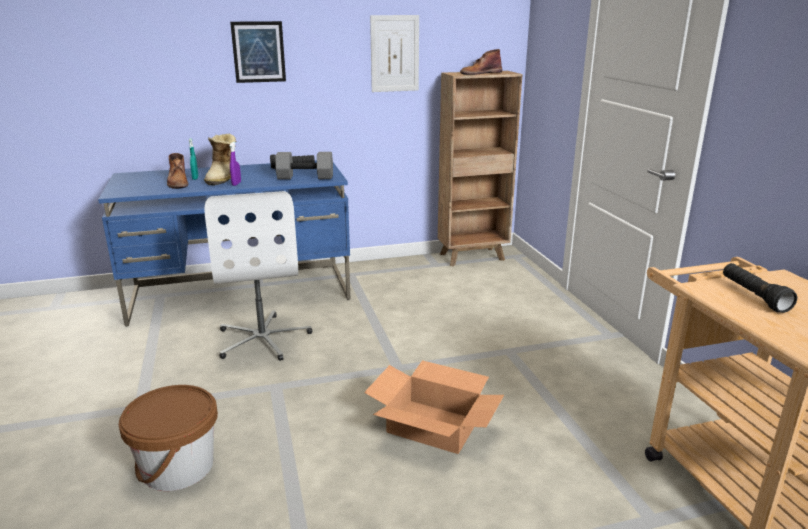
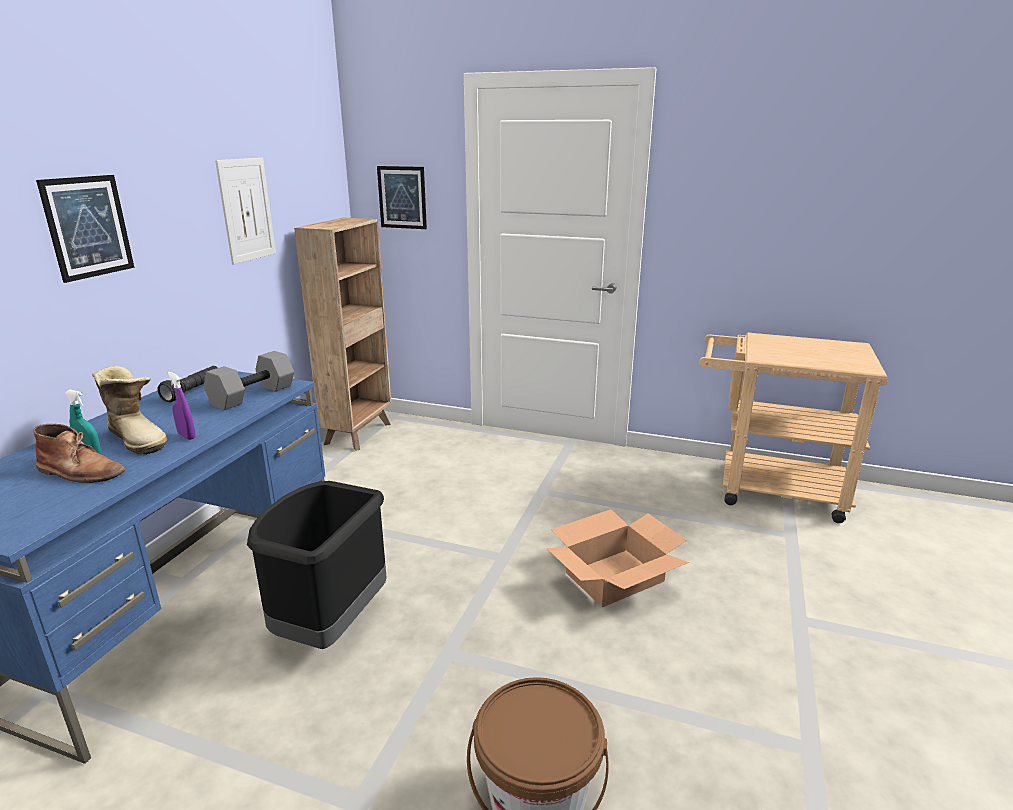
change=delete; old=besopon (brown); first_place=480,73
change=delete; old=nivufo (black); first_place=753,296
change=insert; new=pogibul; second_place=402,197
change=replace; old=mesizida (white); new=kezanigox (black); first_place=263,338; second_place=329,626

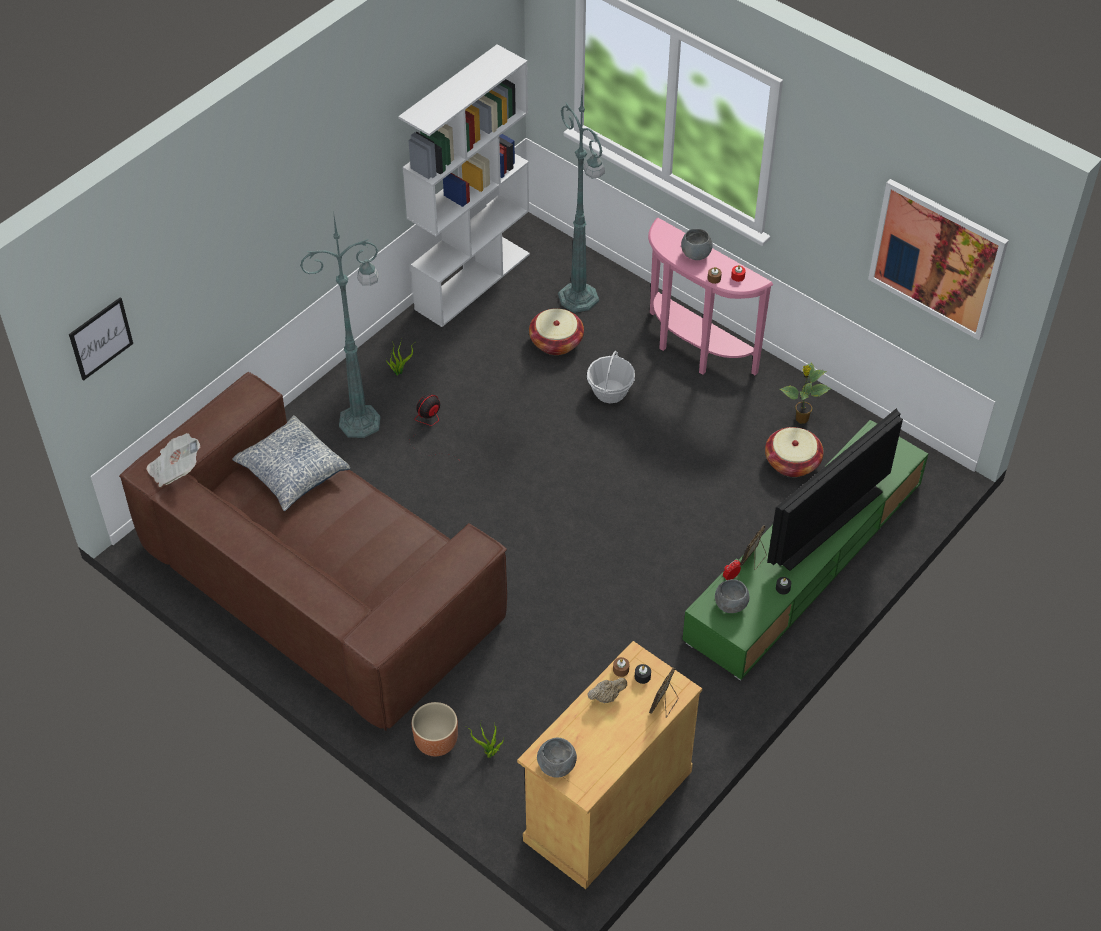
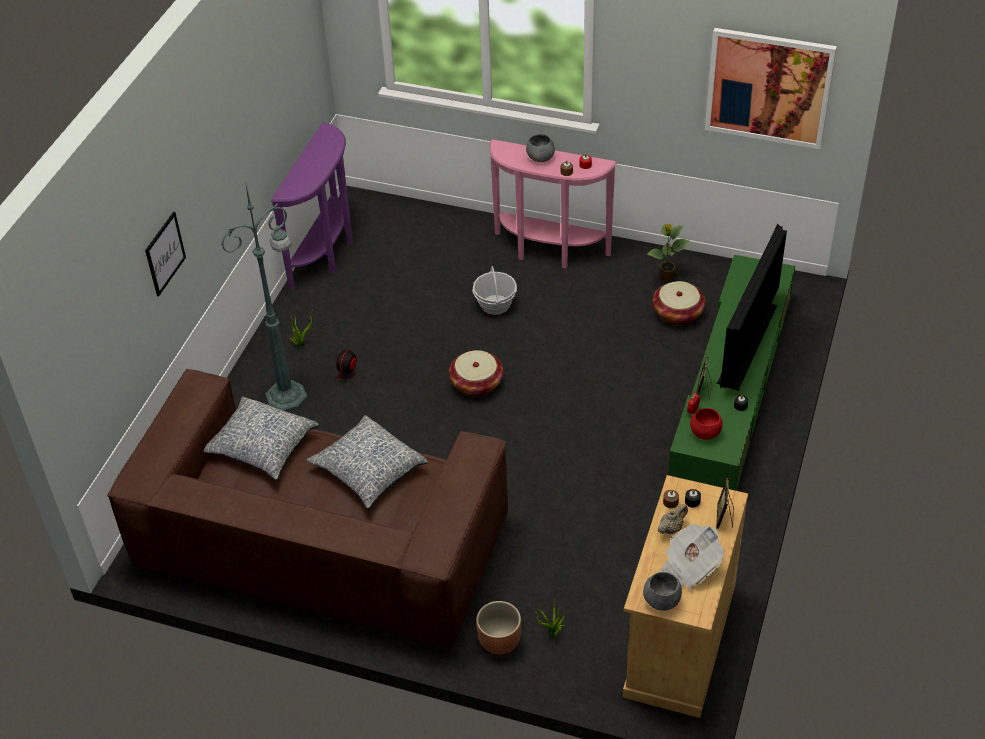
change=delete; old=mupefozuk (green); first_place=579,299
change=insert; new=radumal; second_place=368,470
change=move; old=pogibul; first_place=101,338; second_place=165,253
change=move; old=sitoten; first_place=175,469; second_place=689,566
change=move; old=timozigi; first_place=556,342; second_place=476,383
change=replace; old=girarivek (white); new=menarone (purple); first_place=472,281; second_place=327,253
change=recolor; old=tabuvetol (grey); new=tabuvetol (red); first_place=730,604; second_place=705,433

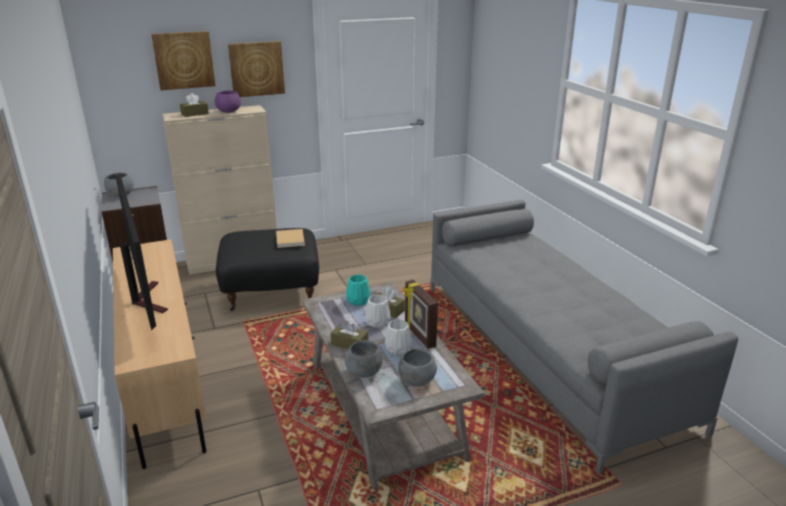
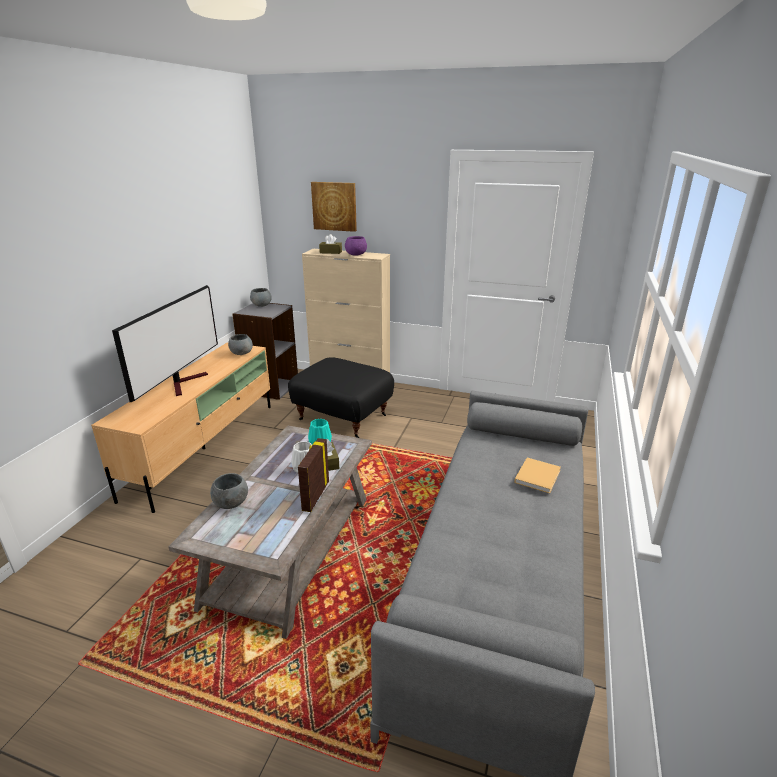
change=delete; old=pogibul; first_place=256,69
change=delete; old=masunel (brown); first_place=349,344
change=delete; old=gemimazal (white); first_place=399,349
change=move; old=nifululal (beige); first_place=290,239; second_place=538,476
change=move; old=tabuvetol (grey); first_place=416,381; second_place=241,353

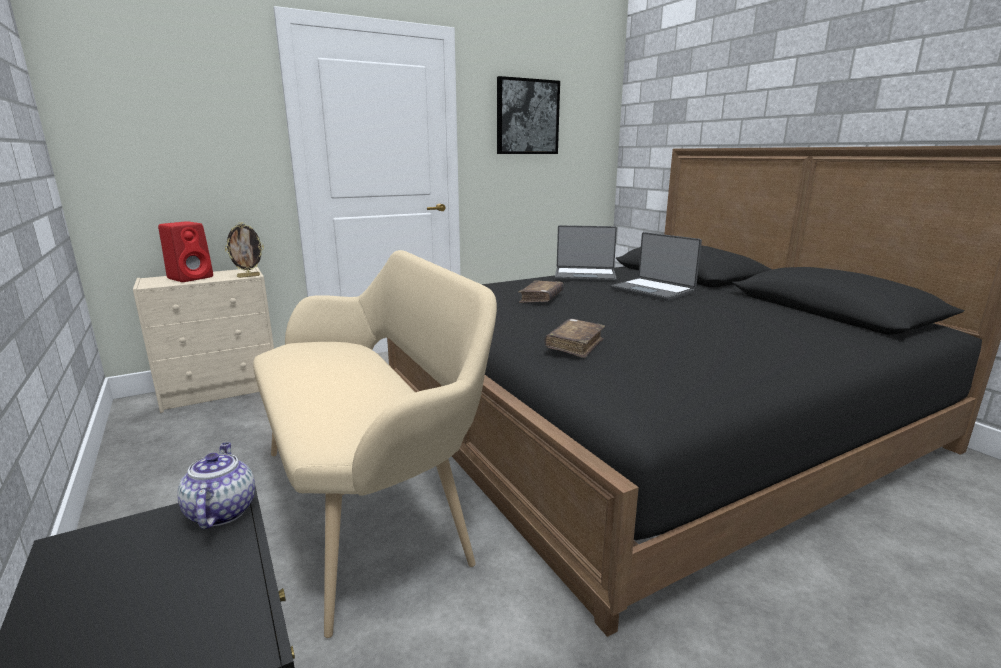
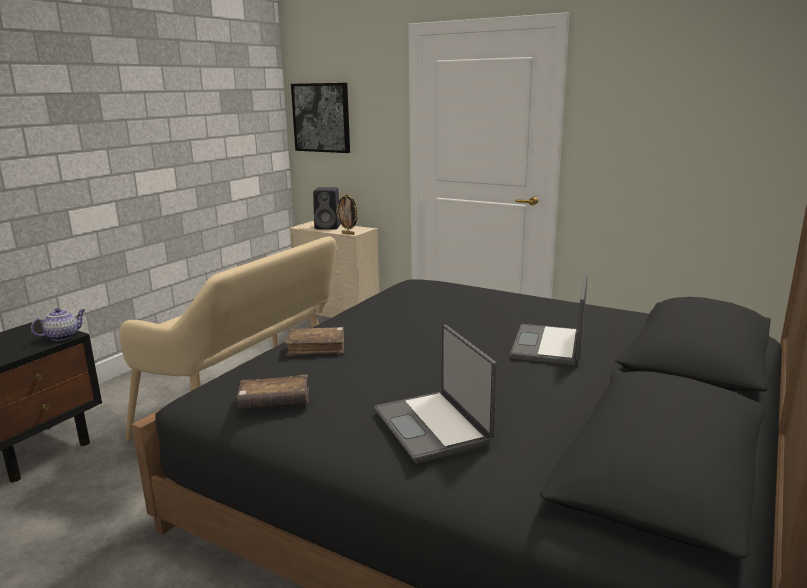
change=move; old=pogibul; first_place=527,117; second_place=321,117
change=move; old=nifululal (brown); first_place=541,298; second_place=274,401
change=move; old=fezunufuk; first_place=585,276; second_place=433,427
change=recolor; old=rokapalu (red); new=rokapalu (black); first_place=191,277; second_place=328,227

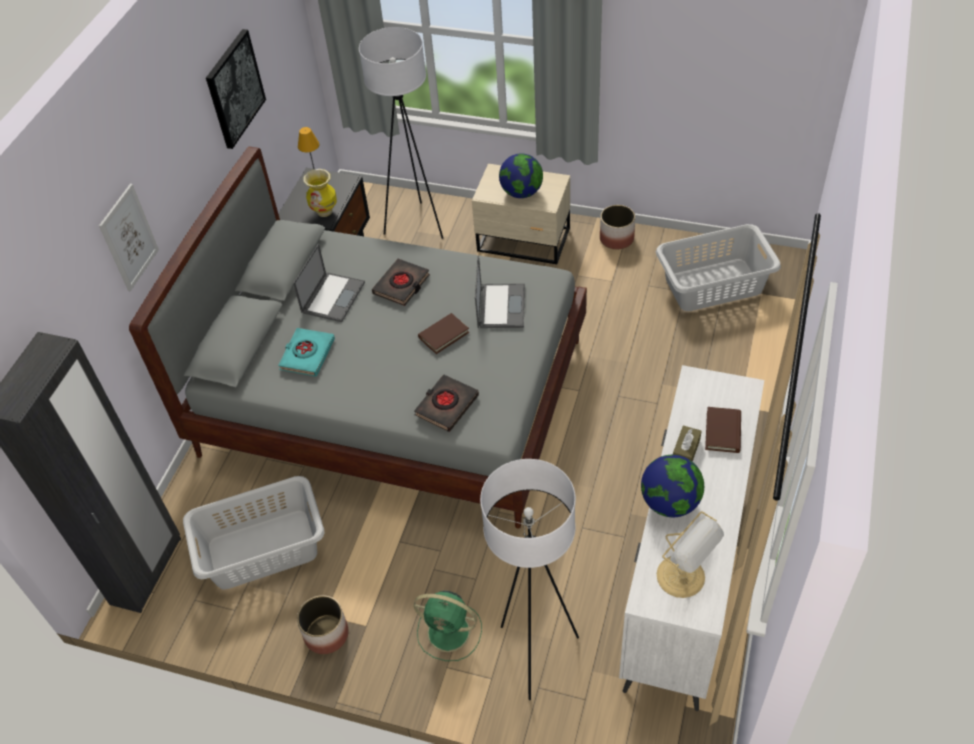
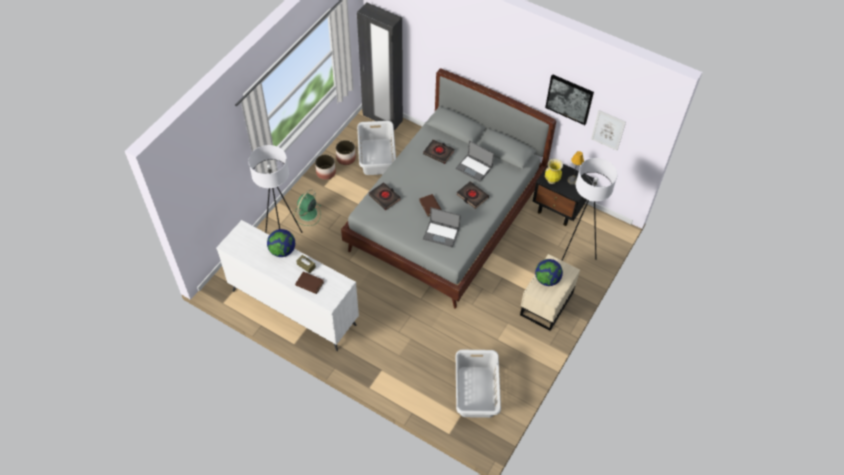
change=delete; old=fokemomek; first_place=683,577
change=move; old=pogibul; first_place=129,238; second_place=608,130
change=move; old=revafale; first_place=616,239; second_place=346,158
change=recolor; old=nifululal (turquoise); new=nifululal (black); first_place=307,355; second_place=438,153

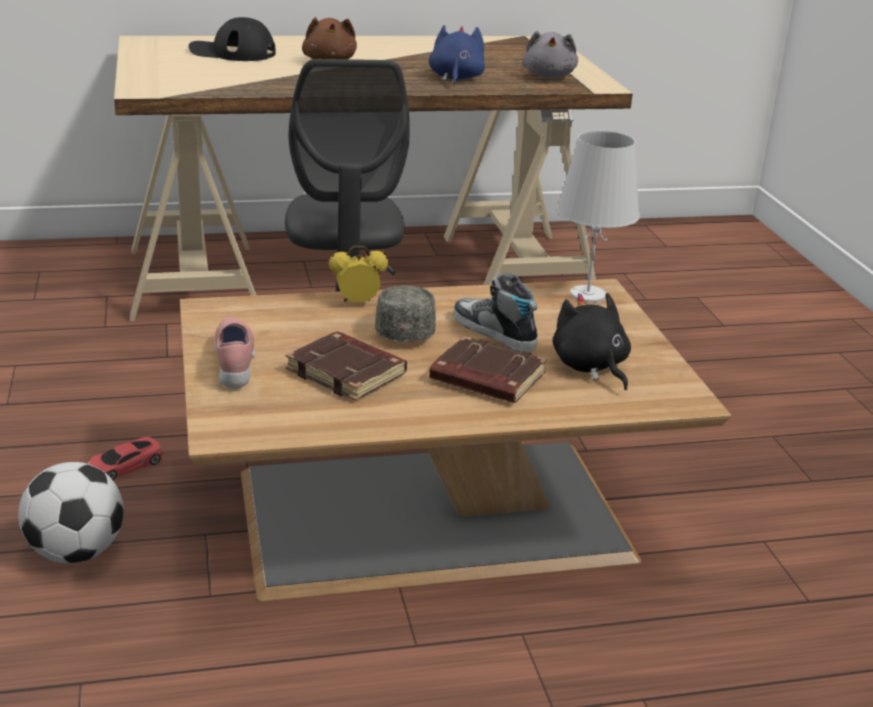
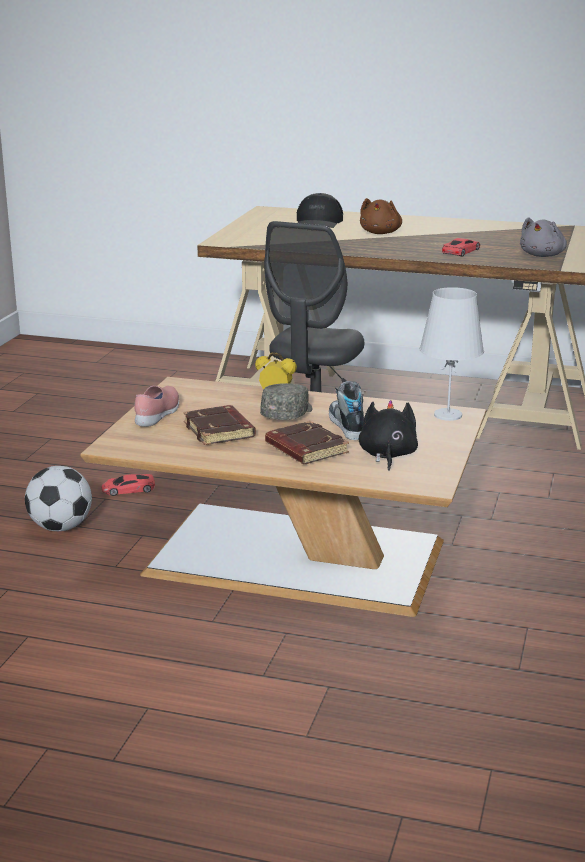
change=replace; old=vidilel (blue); new=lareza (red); first_place=455,78; second_place=461,251
change=rotate; old=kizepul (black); first_place=232,53; second_place=318,222; degrees=-120

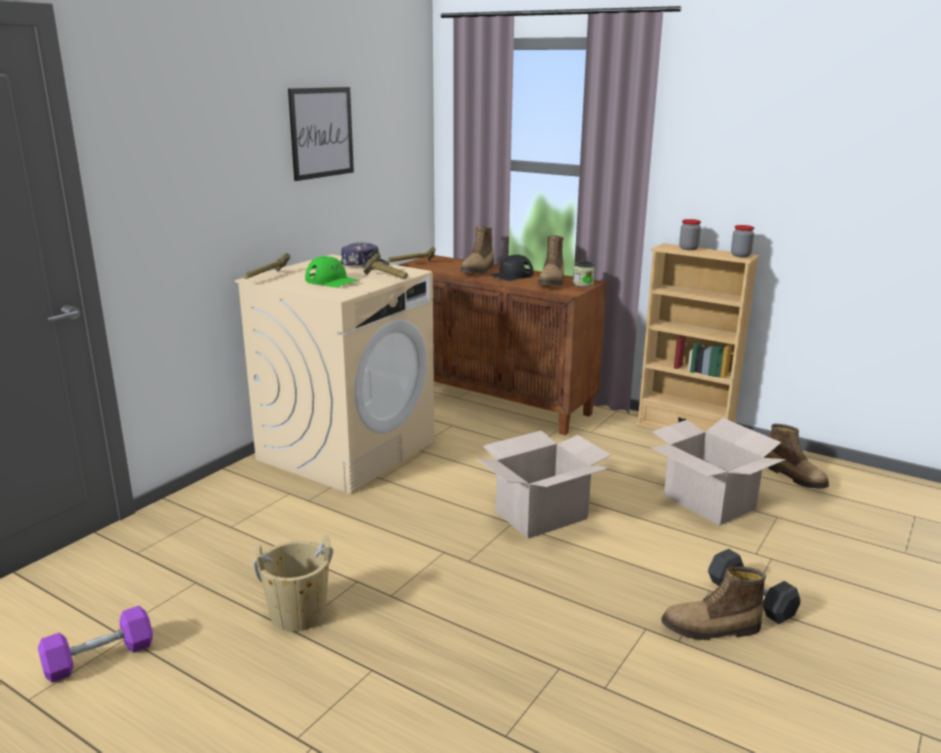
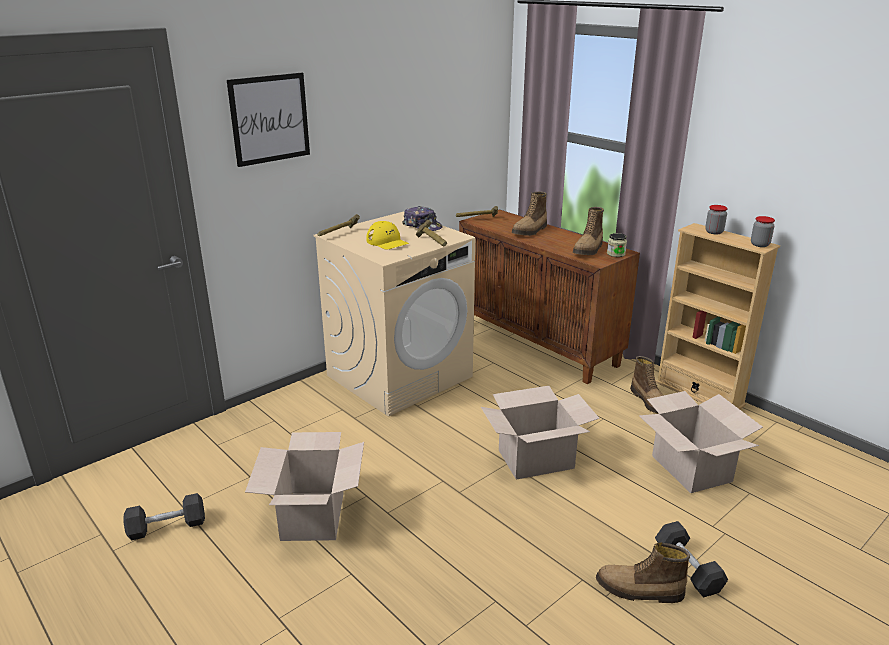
change=delete; old=kizepul (black); first_place=511,275
change=move; old=pogibul; first_place=321,132; second_place=270,119
change=move; old=besopon; first_place=795,477; second_place=649,401
change=replace; old=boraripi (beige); new=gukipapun; first_place=298,614; second_place=313,516
change=recolor; old=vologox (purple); new=vologox (black); first_place=99,658; second_place=167,527
change=recolor; old=kizepul (green); new=kizepul (yellow); first_place=332,281; second_place=387,242

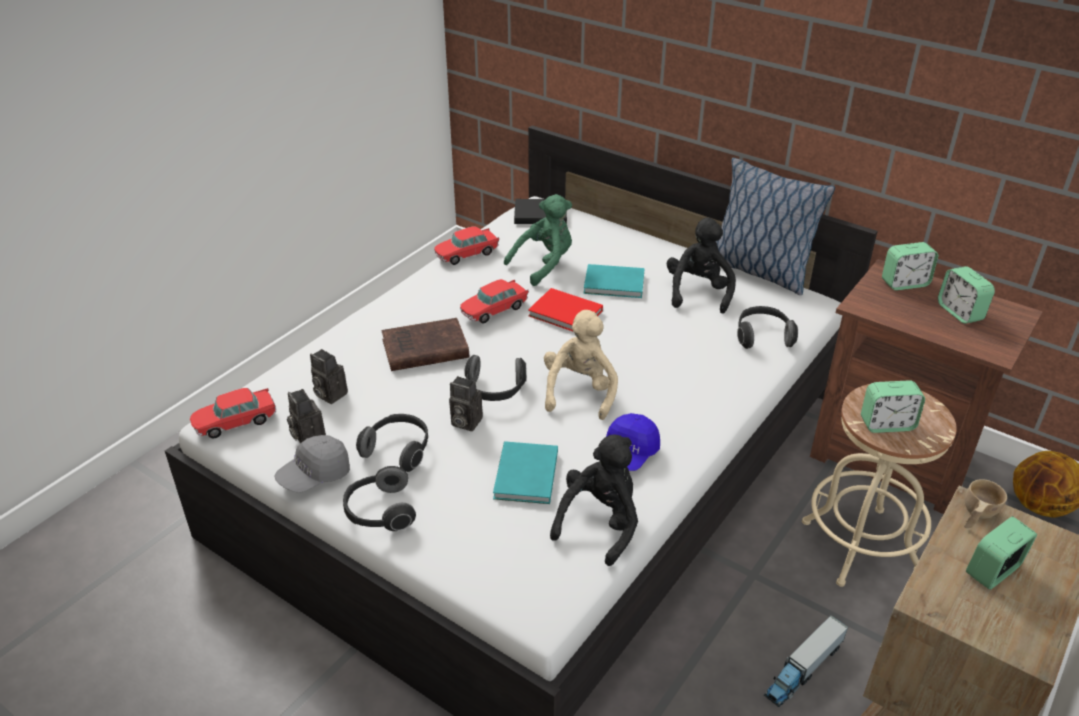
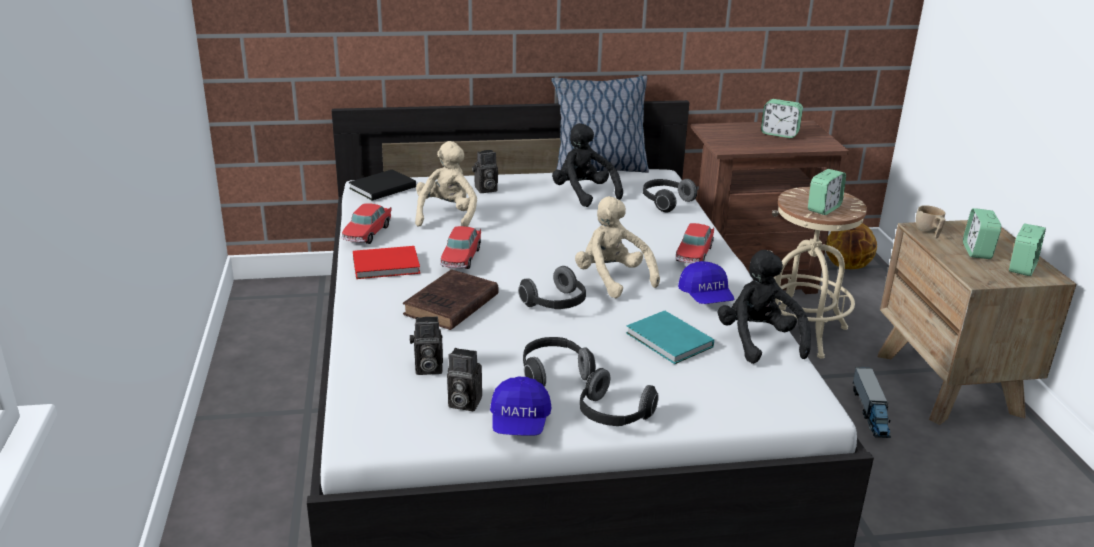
change=delete; old=nifululal (turquoise); first_place=615,284
change=move; old=lareza; first_place=235,422; second_place=694,254
change=move; old=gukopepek; first_place=464,422; second_place=485,189
change=move; old=nifululal (red); first_place=566,314; second_place=388,266
change=move; old=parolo; first_place=904,283; second_place=1022,268
change=recolor; old=kizepul (grey); new=kizepul (blue); first_place=315,475; second_place=519,423
change=recolor; old=vidilel (green); new=vidilel (beige); first_place=544,264; second_place=447,216

